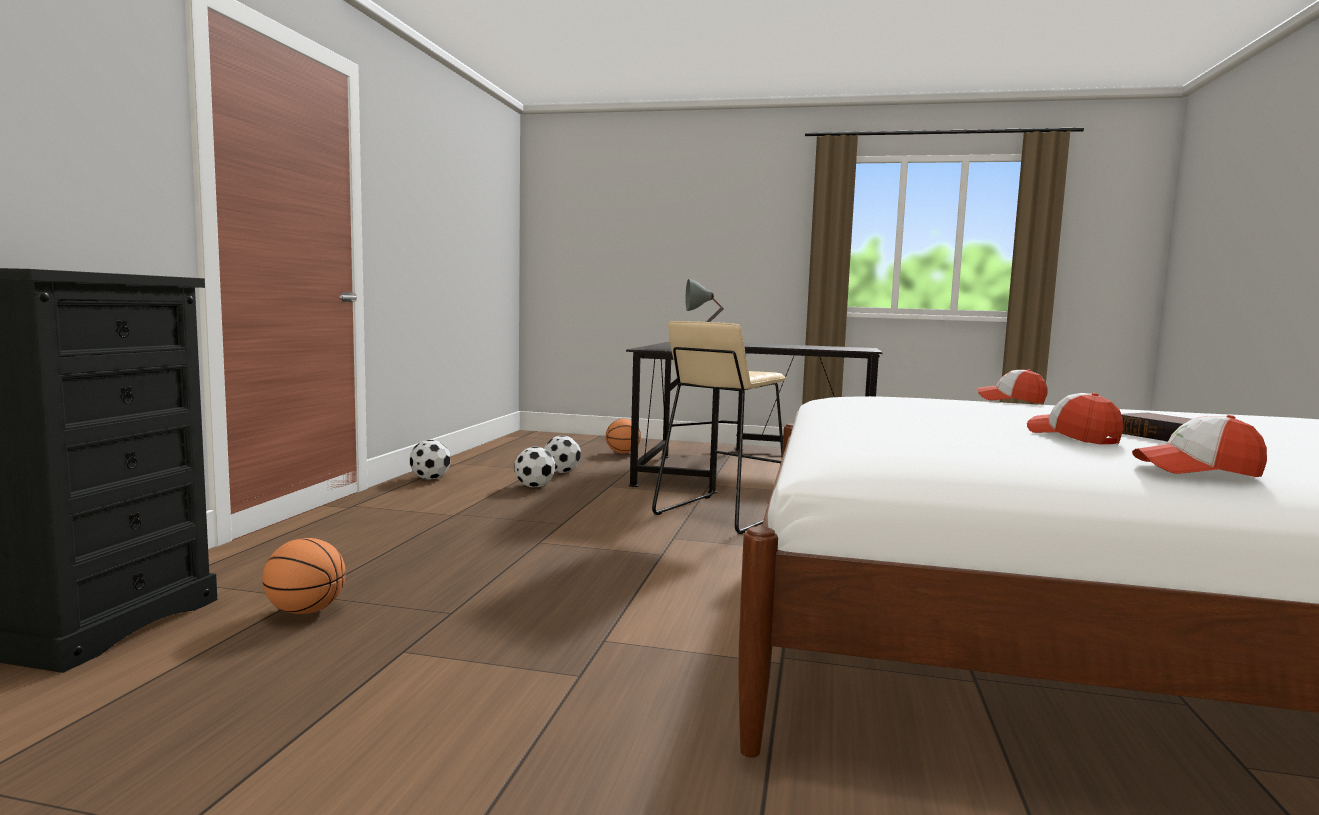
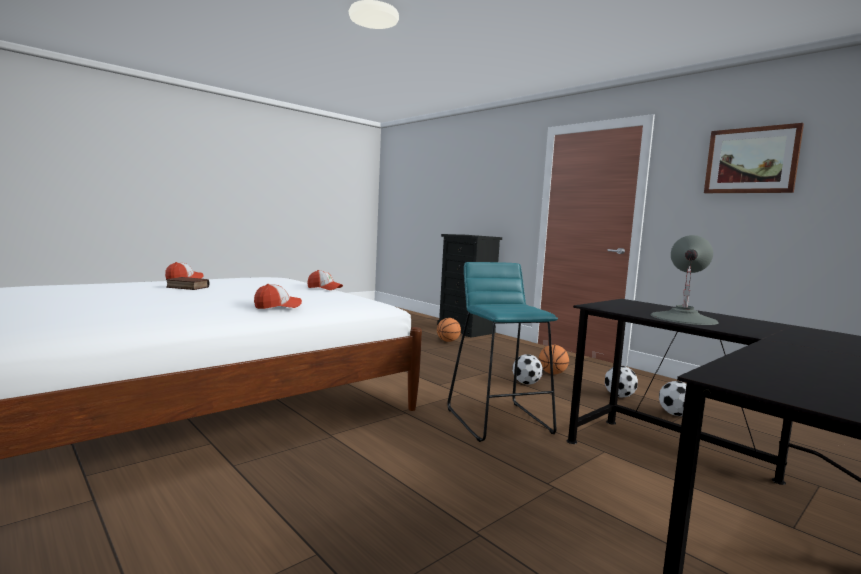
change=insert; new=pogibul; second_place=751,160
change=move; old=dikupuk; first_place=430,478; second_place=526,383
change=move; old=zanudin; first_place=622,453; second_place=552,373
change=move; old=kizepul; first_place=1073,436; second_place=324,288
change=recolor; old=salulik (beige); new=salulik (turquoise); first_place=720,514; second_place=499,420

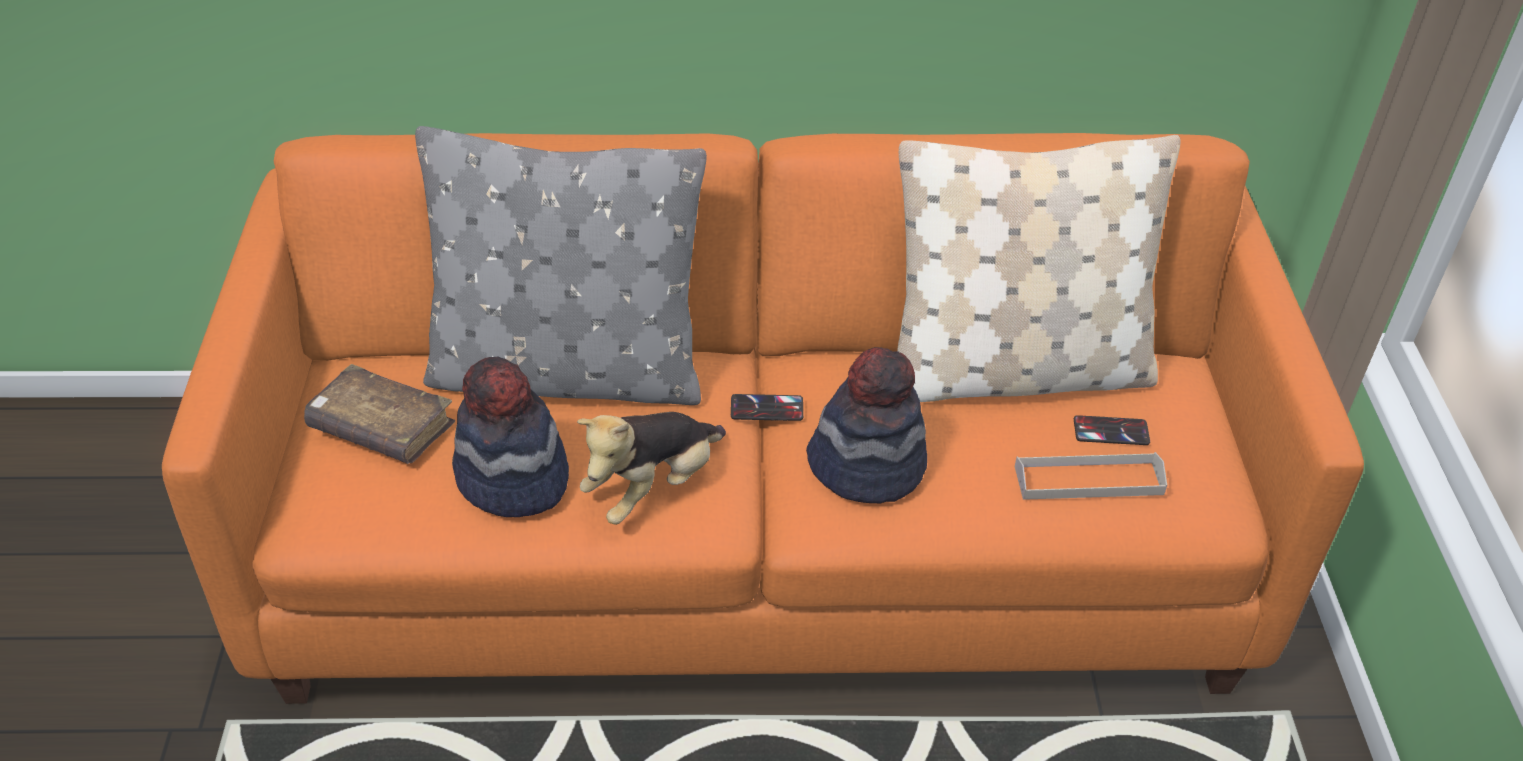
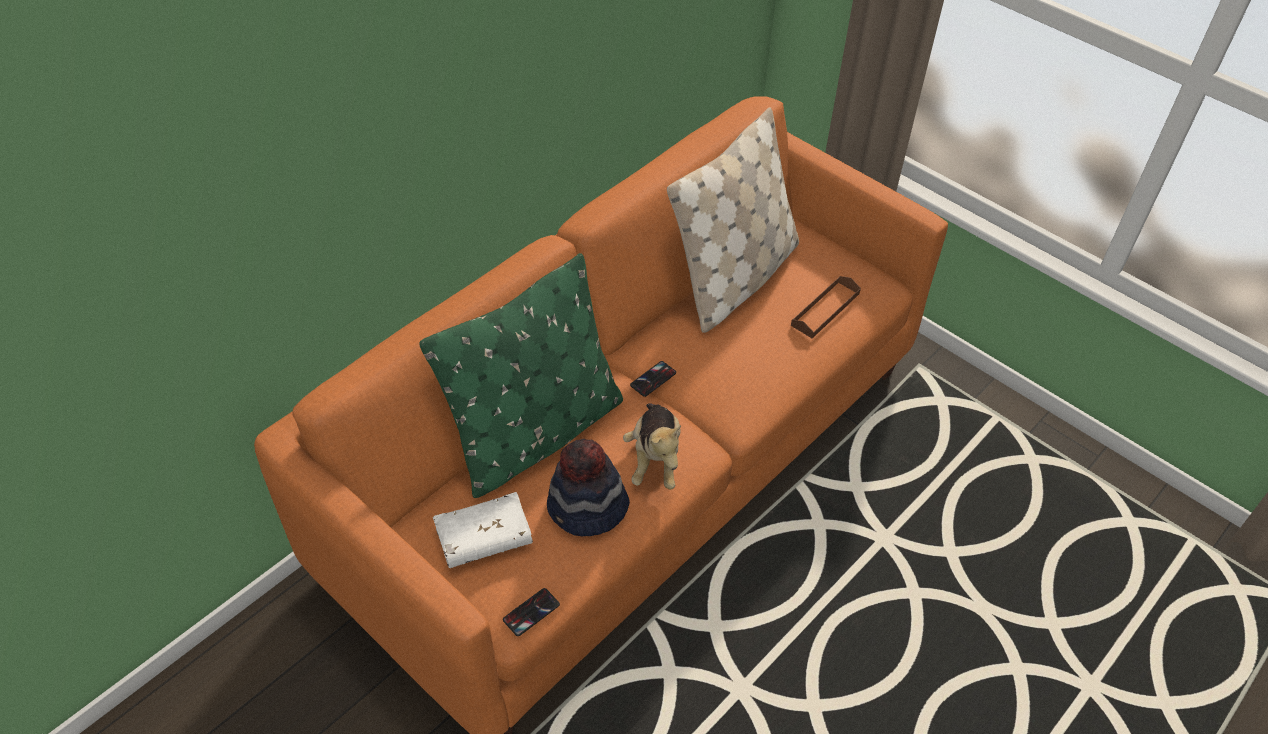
change=delete; old=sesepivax; first_place=866,465
change=move; old=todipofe; first_place=1111,431; second_place=531,612
change=recolor; old=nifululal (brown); new=nifululal (white); first_place=382,428; second_place=484,538
change=recolor; old=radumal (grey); new=radumal (green); first_place=567,372; second_place=536,434
change=recolor; old=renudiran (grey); new=renudiran (brown); first_place=1088,480; second_place=825,309

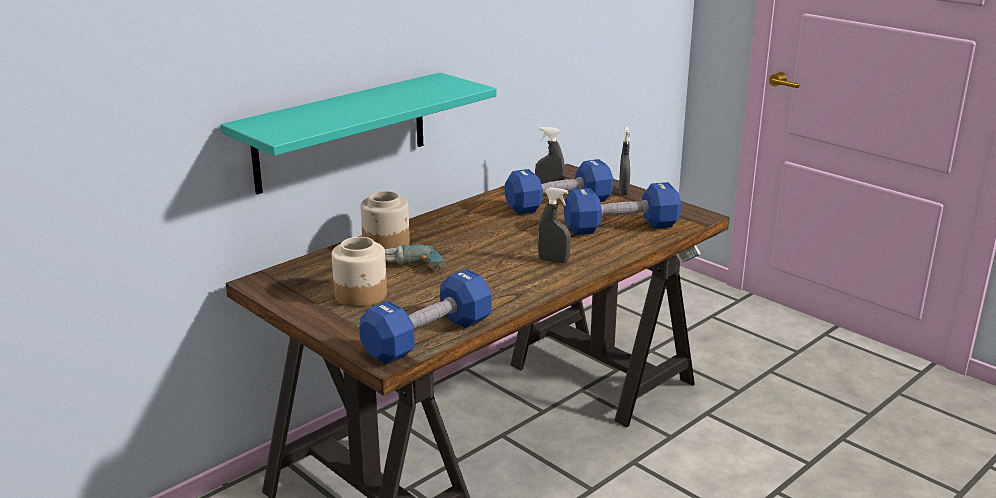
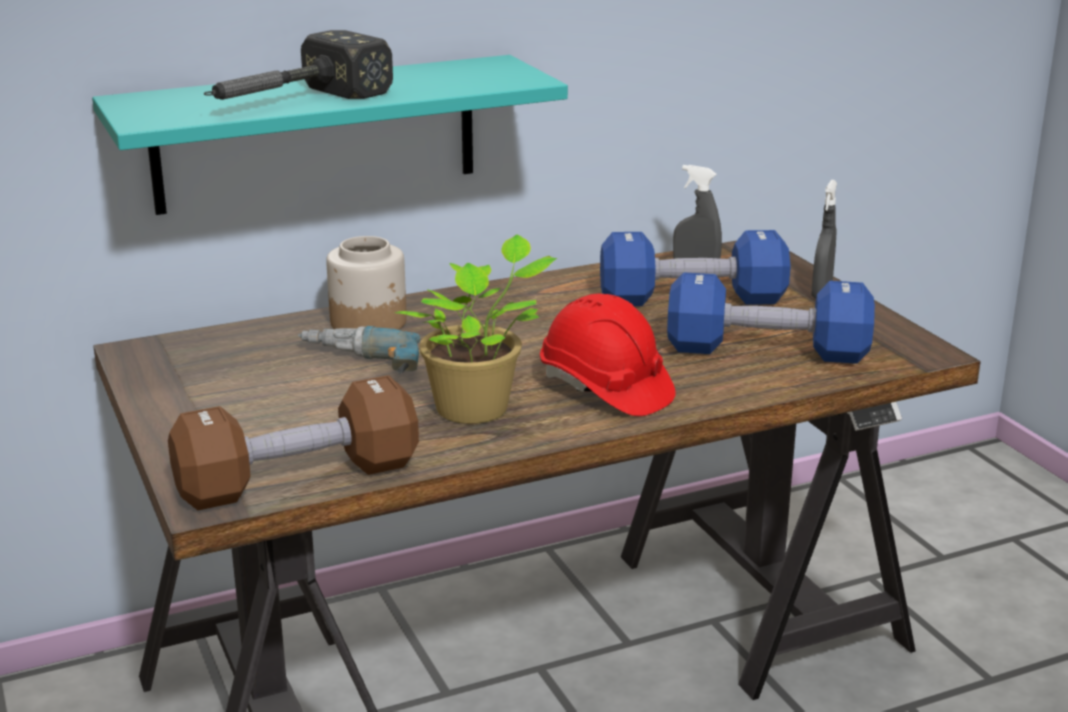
change=delete; old=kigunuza; first_place=361,295
change=insert; new=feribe; second_place=291,102
change=insert; new=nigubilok; second_place=478,409
change=replace; old=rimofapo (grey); new=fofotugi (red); first_place=553,261; second_place=605,389
change=recolor; old=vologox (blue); new=vologox (brown); first_place=428,338; second_place=298,480

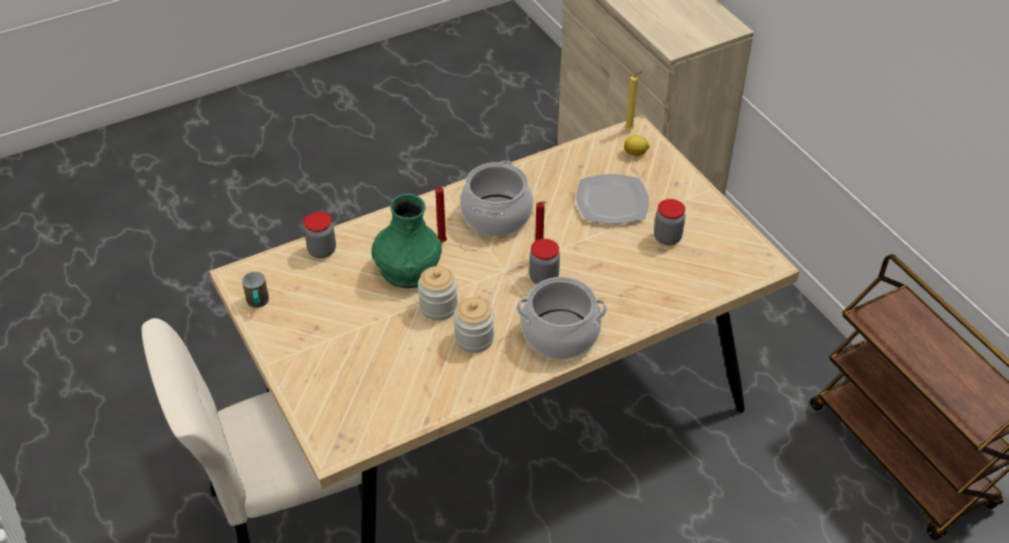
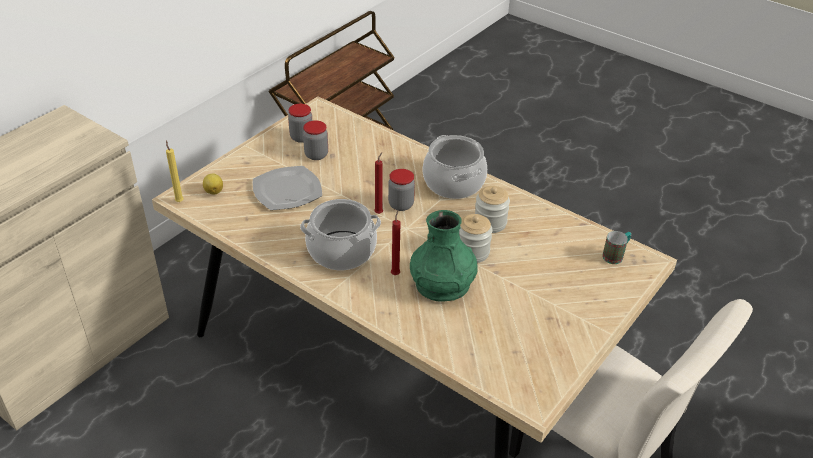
change=move; old=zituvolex; first_place=258,303; second_place=615,255
change=move; old=kigunuza; first_place=322,250; second_place=301,137

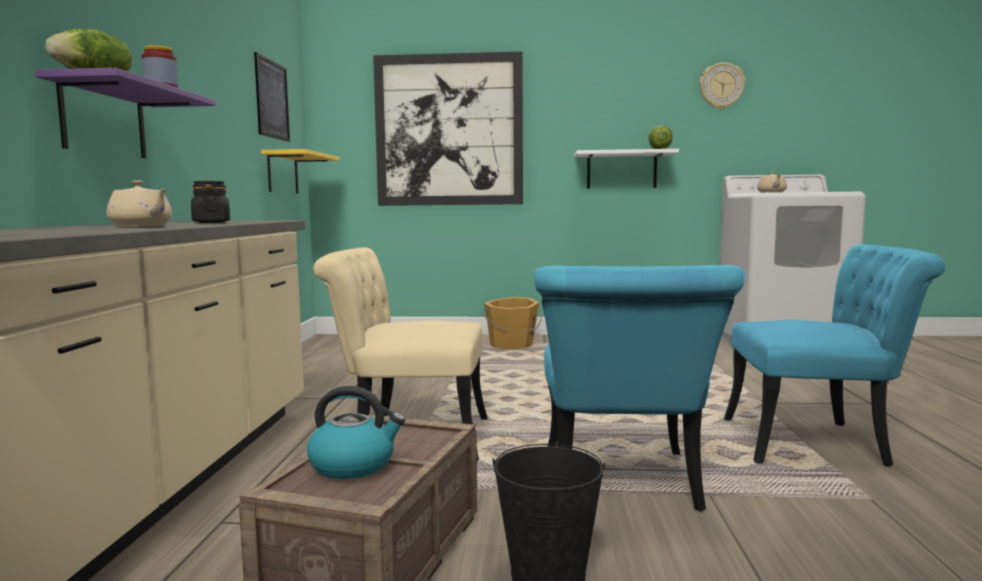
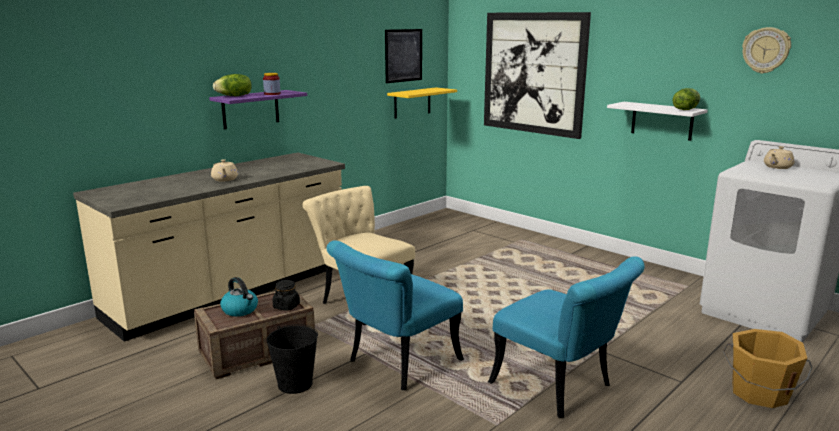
change=move; old=kigunuza (black); first_place=211,222; second_place=286,306
change=move; old=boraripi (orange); first_place=511,345; second_place=759,393

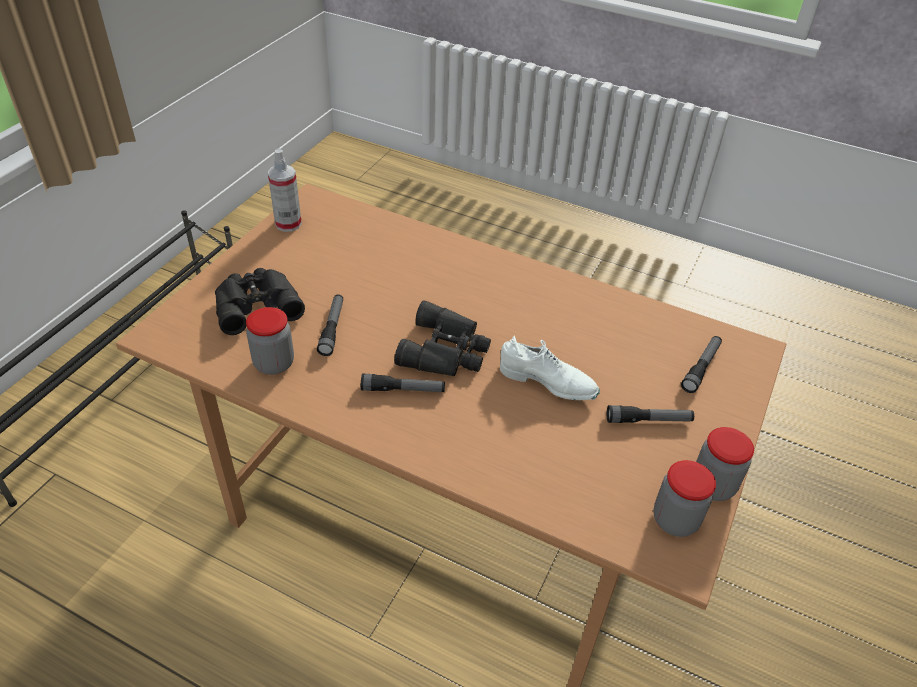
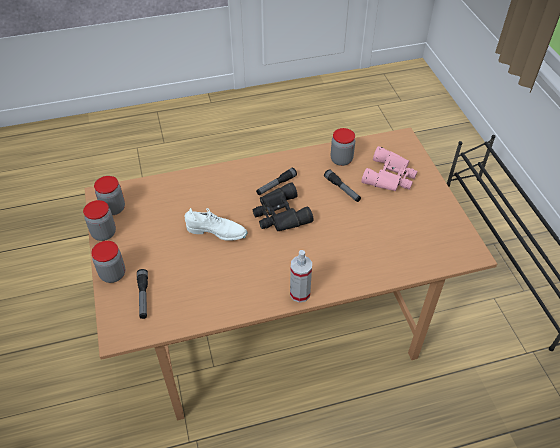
change=delete; old=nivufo; first_place=648,420
change=insert; new=kigunuza; second_place=113,274
change=move; old=rimofapo; first_place=288,224; second_place=300,293
change=recolor; old=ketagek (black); new=ketagek (pink); first_place=256,304; second_place=390,176
change=rotate; old=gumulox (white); first_place=547,383; second_place=216,232; degrees=-150

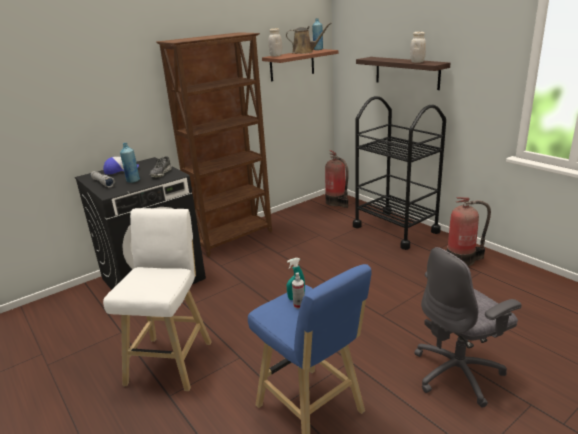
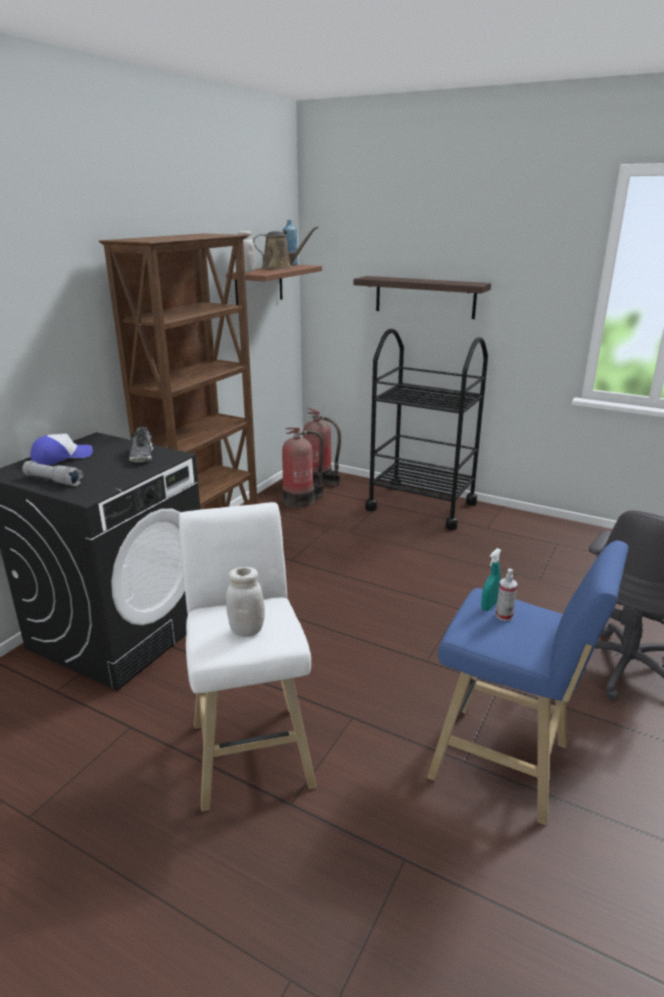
change=delete; old=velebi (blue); first_place=133,180
change=move; old=kigunuza (white); first_place=417,62; second_place=247,630
change=move; old=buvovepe; first_place=462,259; second_place=301,500

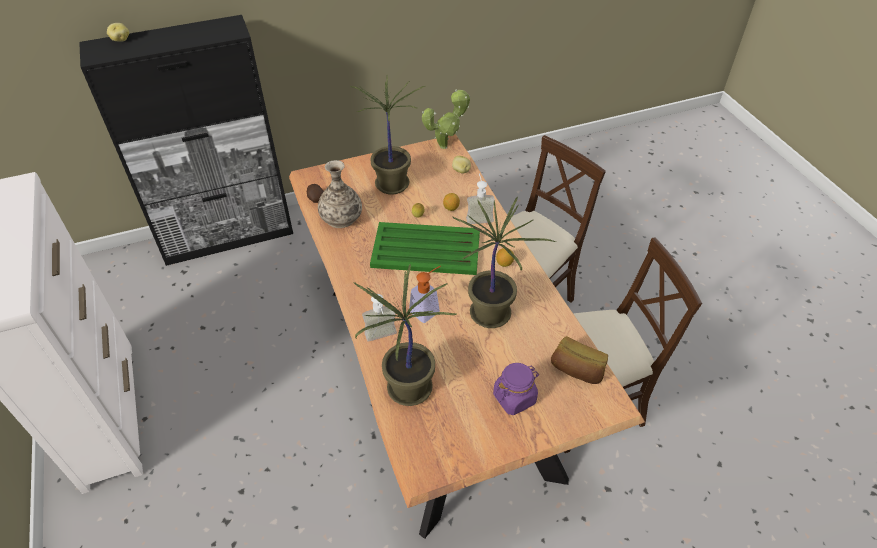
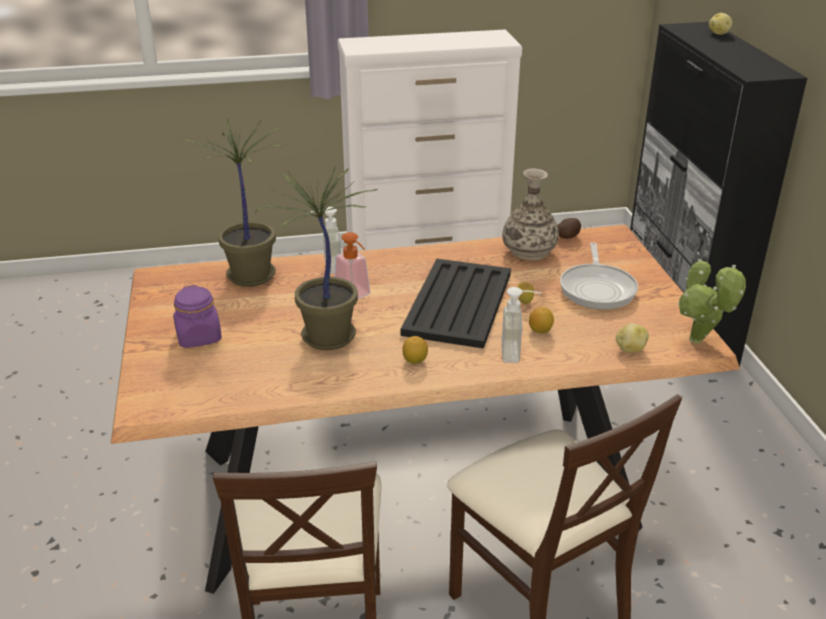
change=delete; old=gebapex; first_place=577,370
change=replace; old=nigubilok; new=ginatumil; first_place=391,184; second_place=597,288
change=recolor; old=renudiran (green); new=renudiran (black); first_place=425,249; second_place=459,303

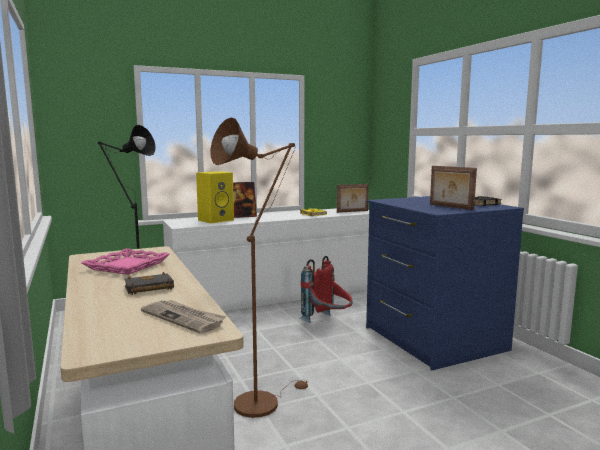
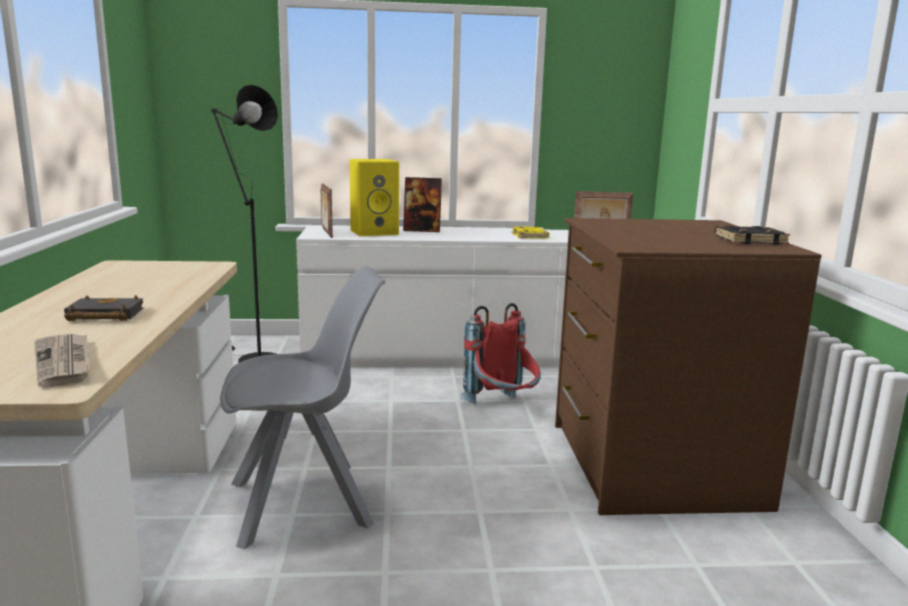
change=delete; old=renudiran (pink); first_place=127,266
change=move; old=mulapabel; first_place=450,207; second_place=326,233
change=replace; old=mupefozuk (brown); new=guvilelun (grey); first_place=262,401; second_place=305,503
change=recolor; old=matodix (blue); new=matodix (brown); first_place=432,339; second_place=650,464

